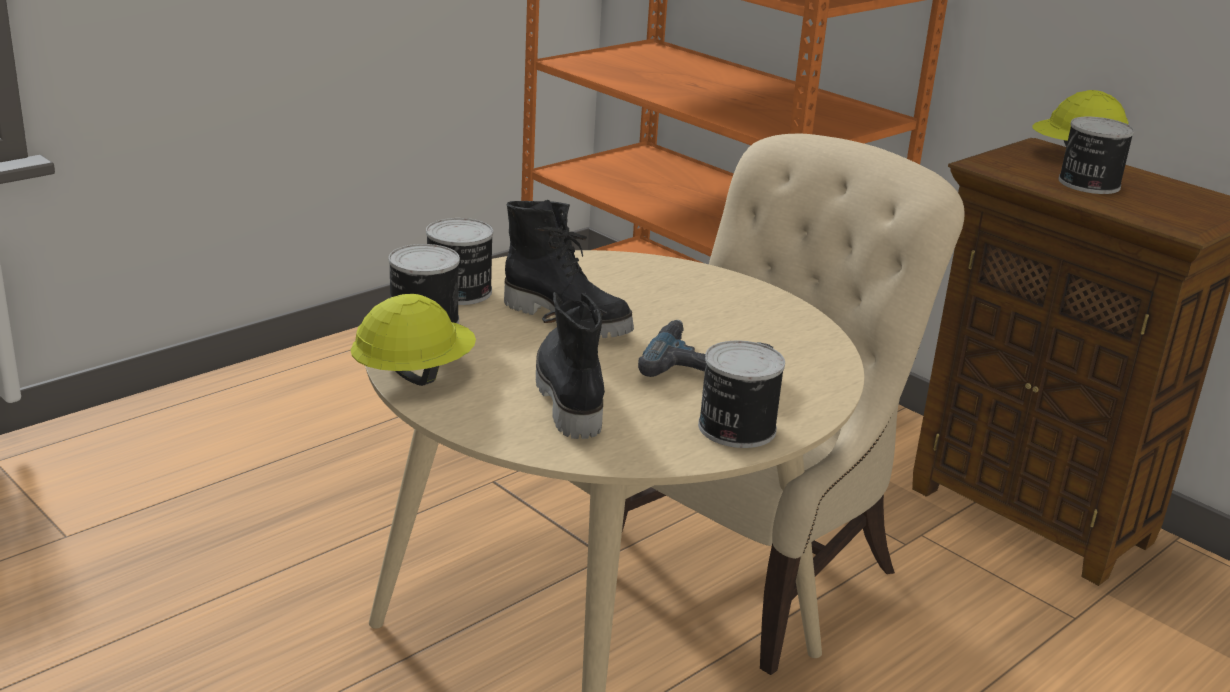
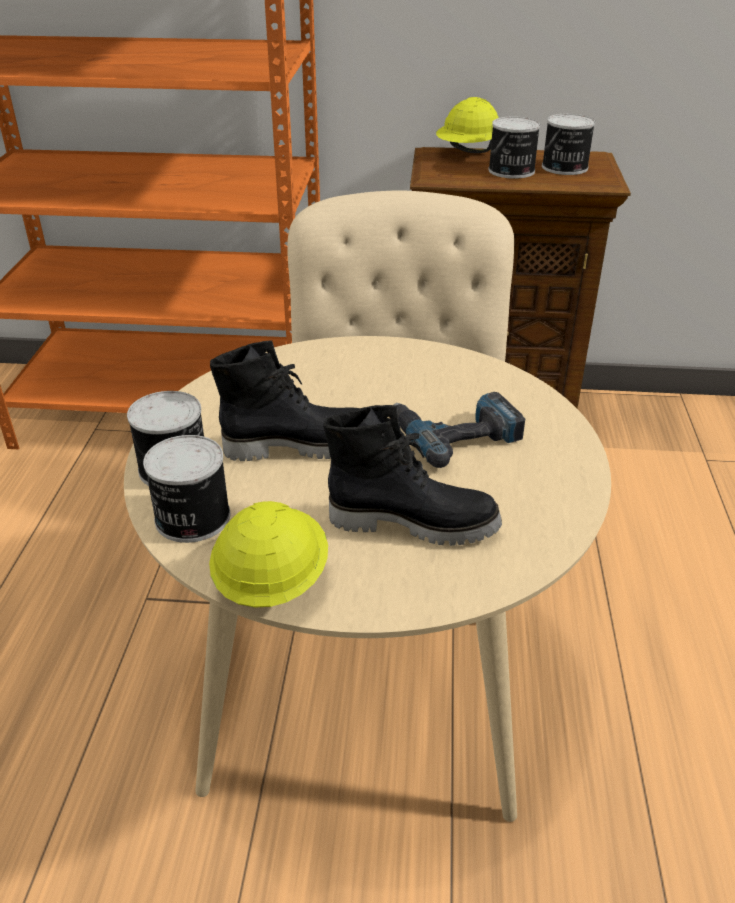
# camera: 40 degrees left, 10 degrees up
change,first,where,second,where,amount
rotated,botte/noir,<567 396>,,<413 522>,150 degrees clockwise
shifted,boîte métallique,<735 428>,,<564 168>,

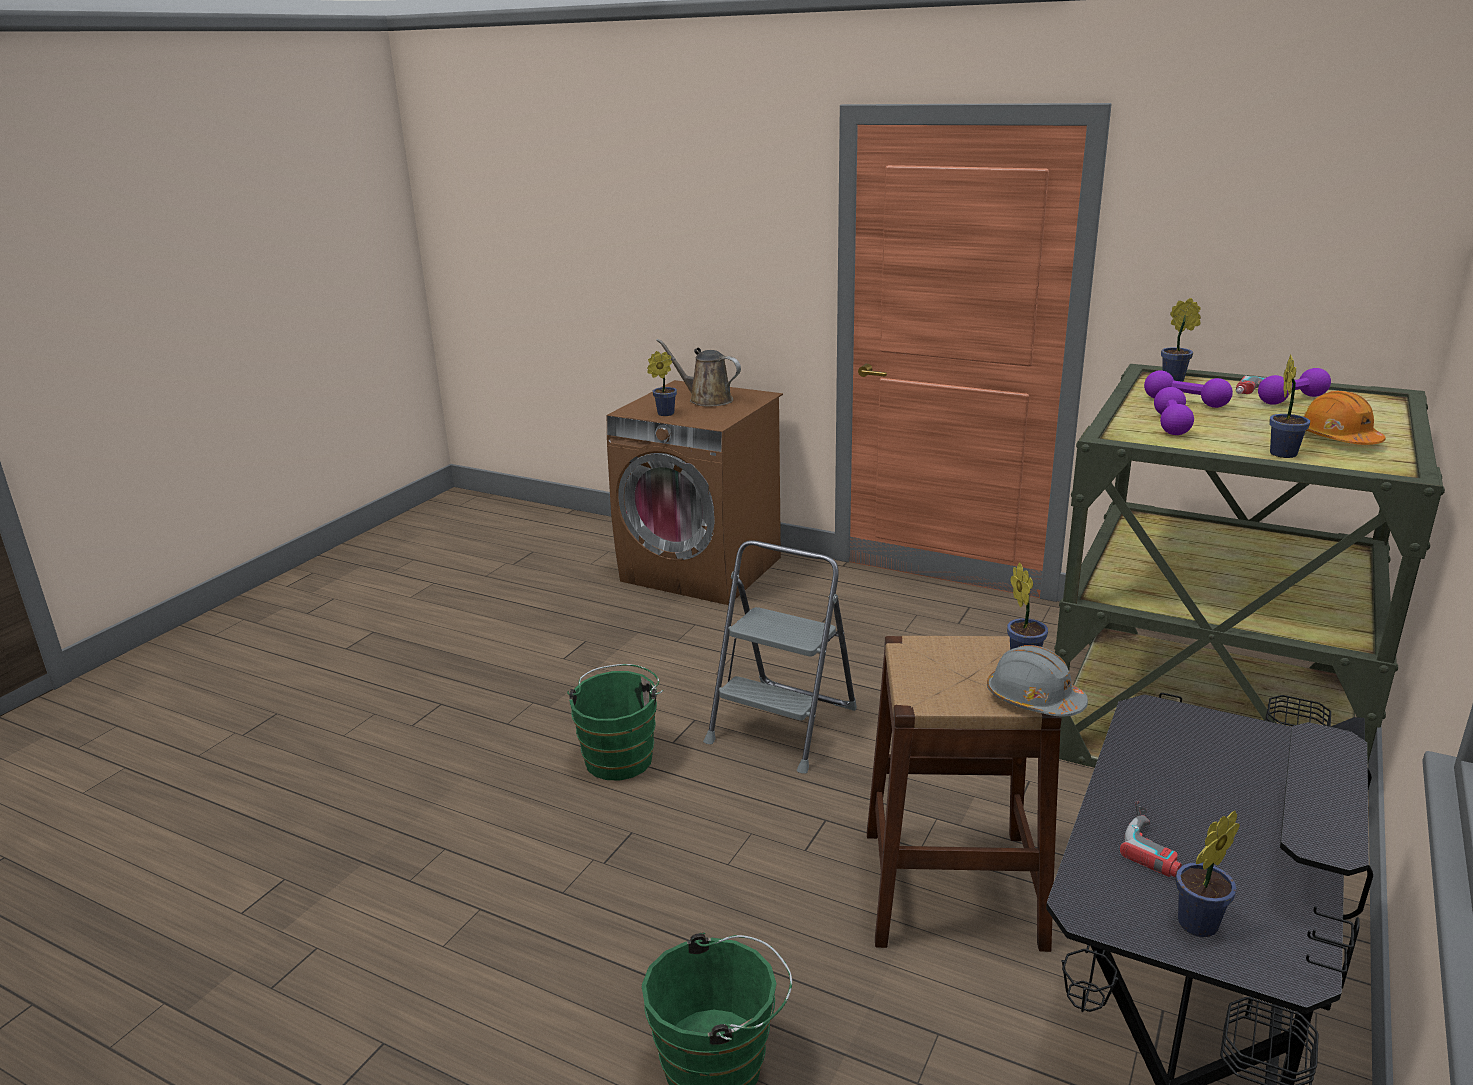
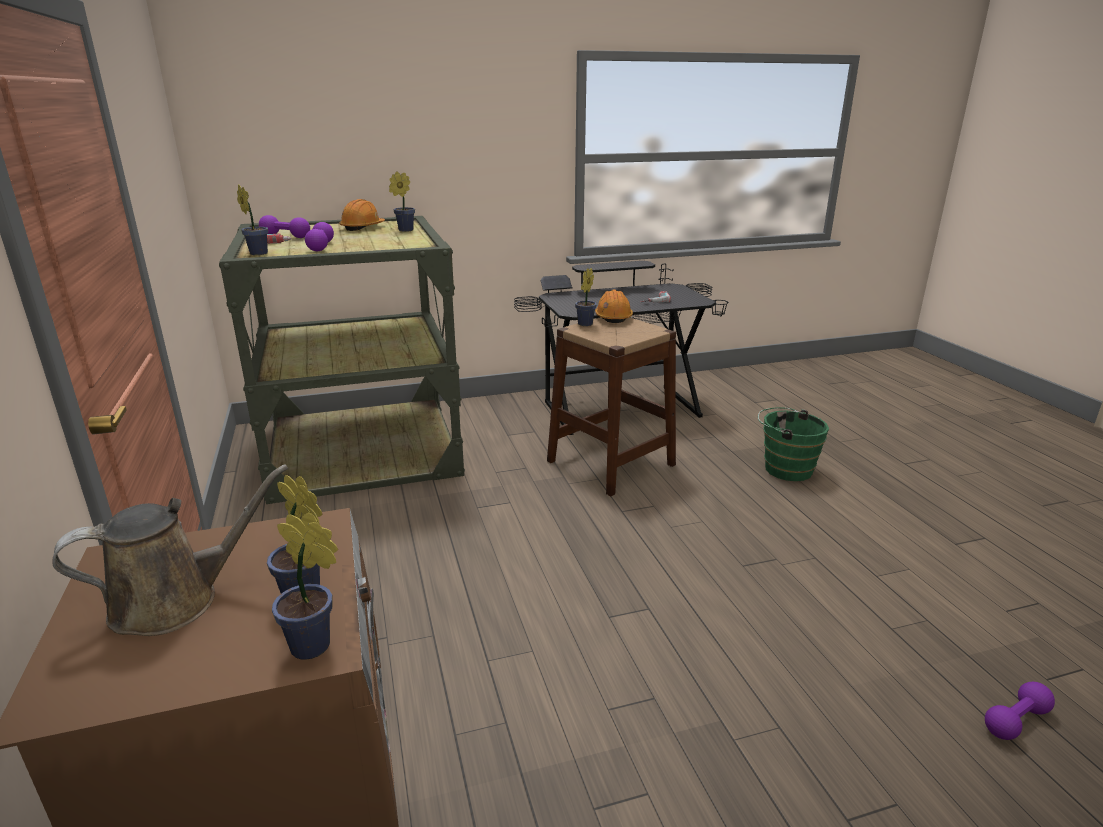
# camera: 135 degrees left, 0 degrees up
change,first,where,second,where,amount
gone,seau/vert,<620 756>,,,
rotated,arrosoir/marron,<706 400>,,<176 601>,105 degrees counterclockwise
gone,escabeau/gris,<786 722>,,,
repainted,casque de chantier/gris,<1034 700>,casque de chantier/orange,<613 317>,
shifted,haltère/violet,<1171 425>,,<1015 721>,
shifted,plante en pot,<1194 926>,,<315 647>,

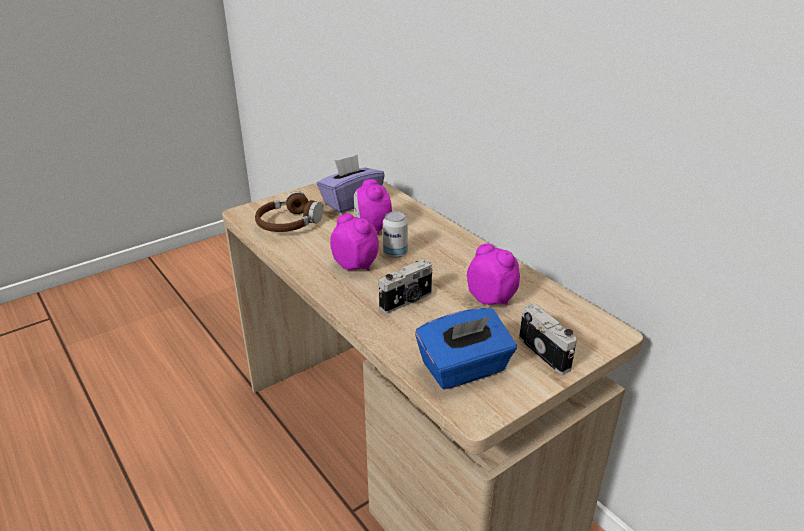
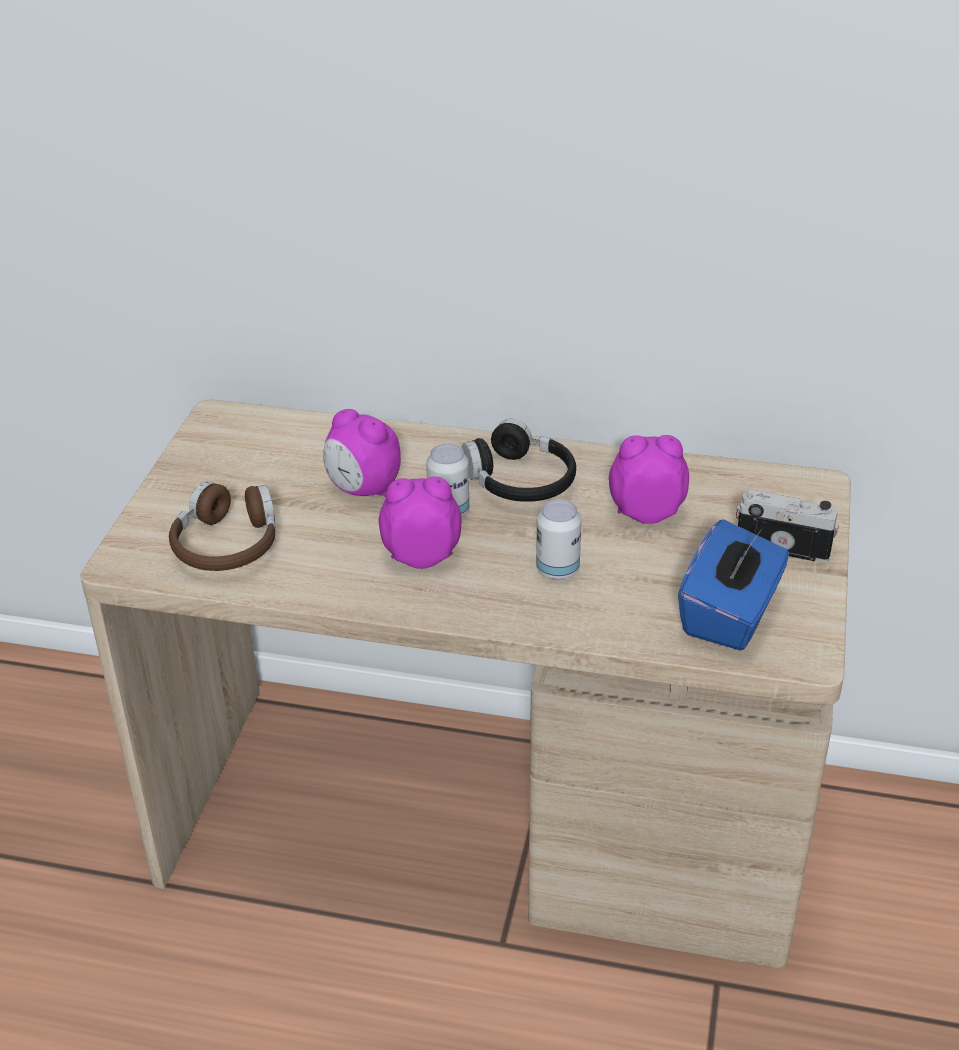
# camera: 40 degrees left, 5 degrees up
change,first,where,second,where,amount
gone,boîte à mouchoirs/violet,<351 202>,,,
swapped,appareil photo,<407 301>,boîte métallique,<557 570>,
new,,,casque audio/noir,<520 480>,

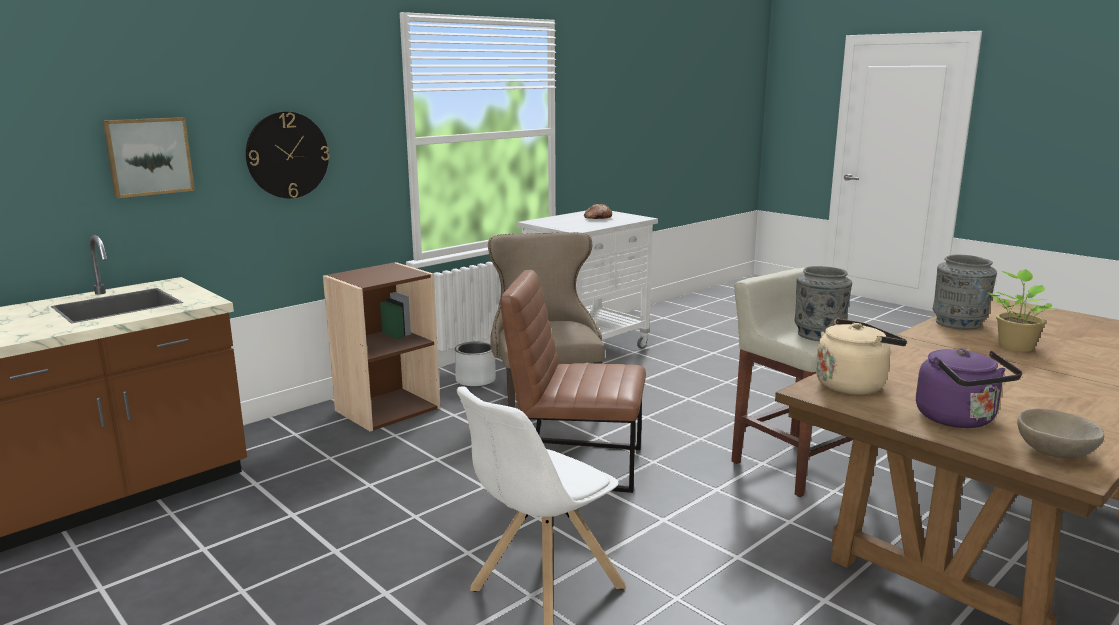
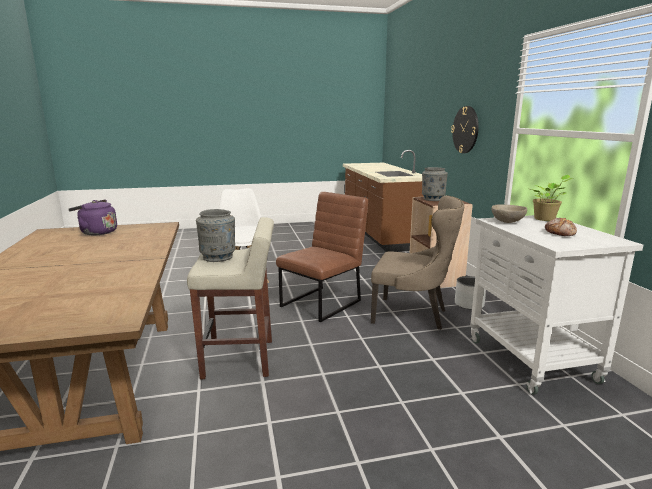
# camera: 120 degrees right, 0 degrees up
change,first,where,second,where,amount
gone,tableau,<148 156>,,,
gone,bouilloire/beige,<853 385>,,,
shifted,vase/gris,<958 324>,,<432 199>,
shifted,plante en pot,<1015 346>,,<546 219>,
shifted,bol/beige,<1054 453>,,<507 221>,

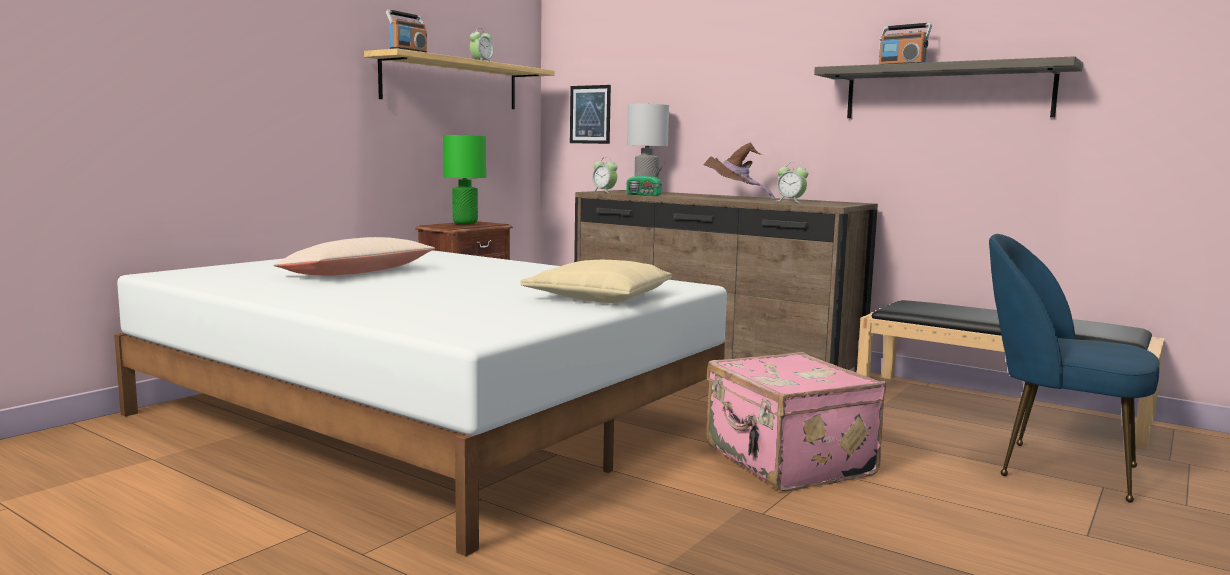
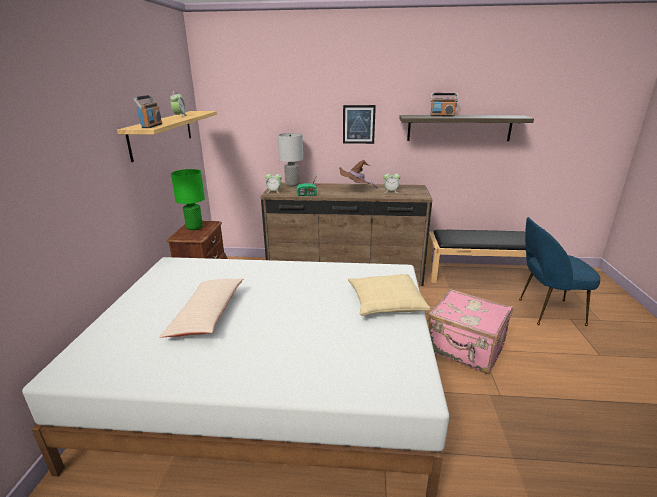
# camera: 30 degrees left, 15 degrees up
change,first,where,second,where,amount
shifted,tableau,<590 114>,,<358 124>,

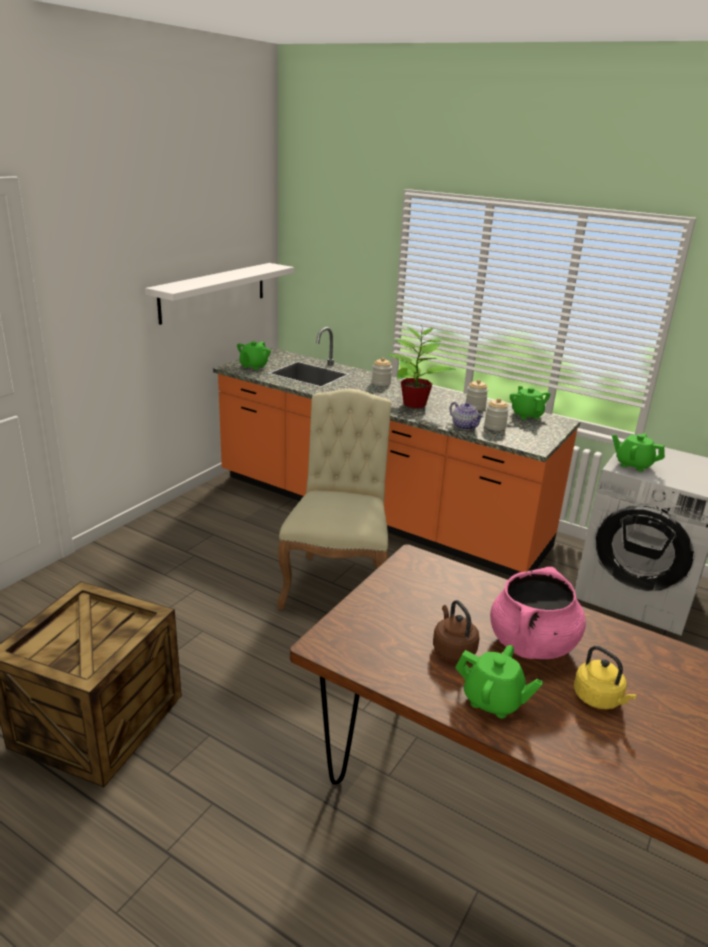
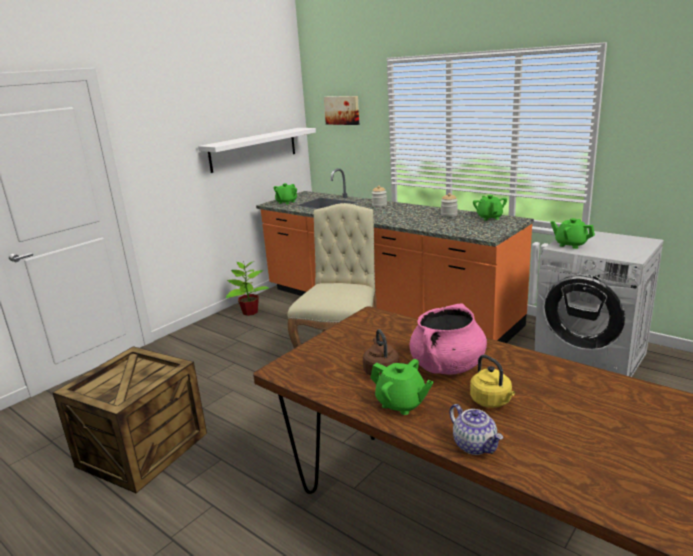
# camera: 10 degrees right, 5 degrees down
change,first,where,second,where,amount
shifted,plante en pot,<413 404>,,<249 312>,
shifted,théière,<465 426>,,<475 445>,
gone,bocal,<495 426>,,,
new,,,tableau,<342 110>,

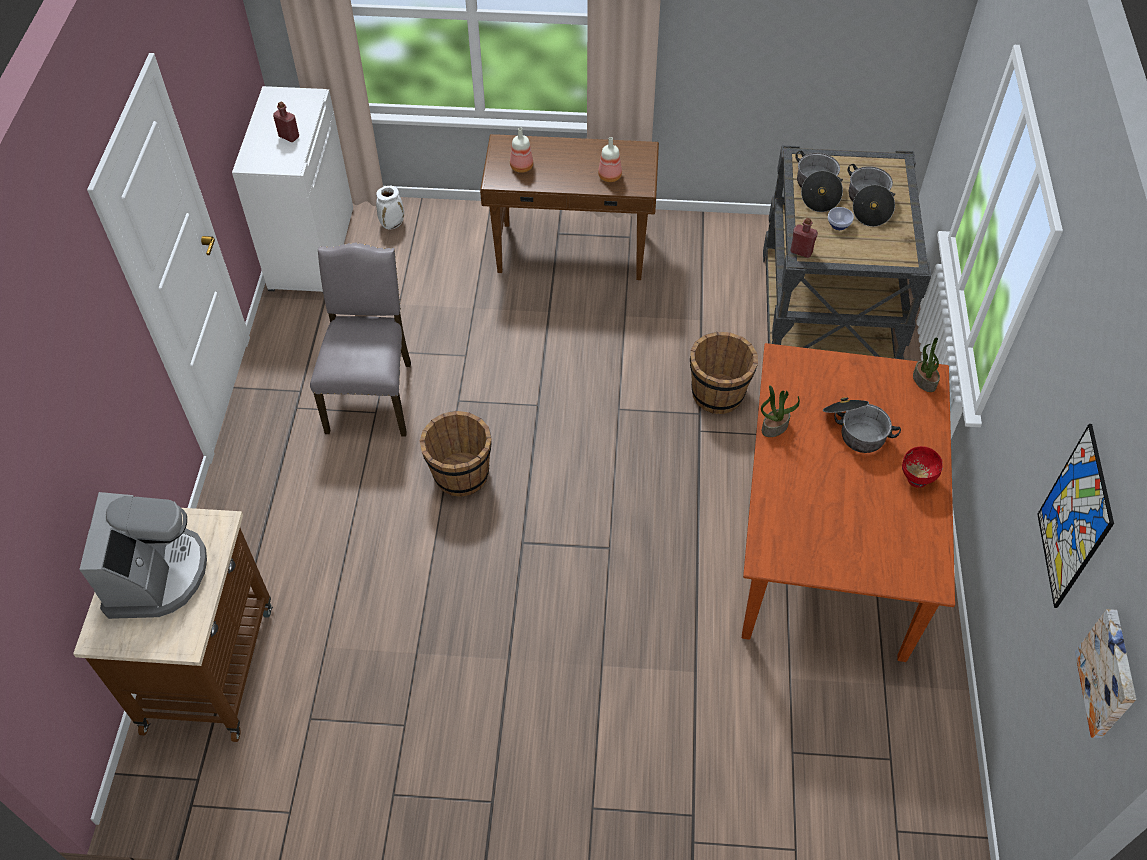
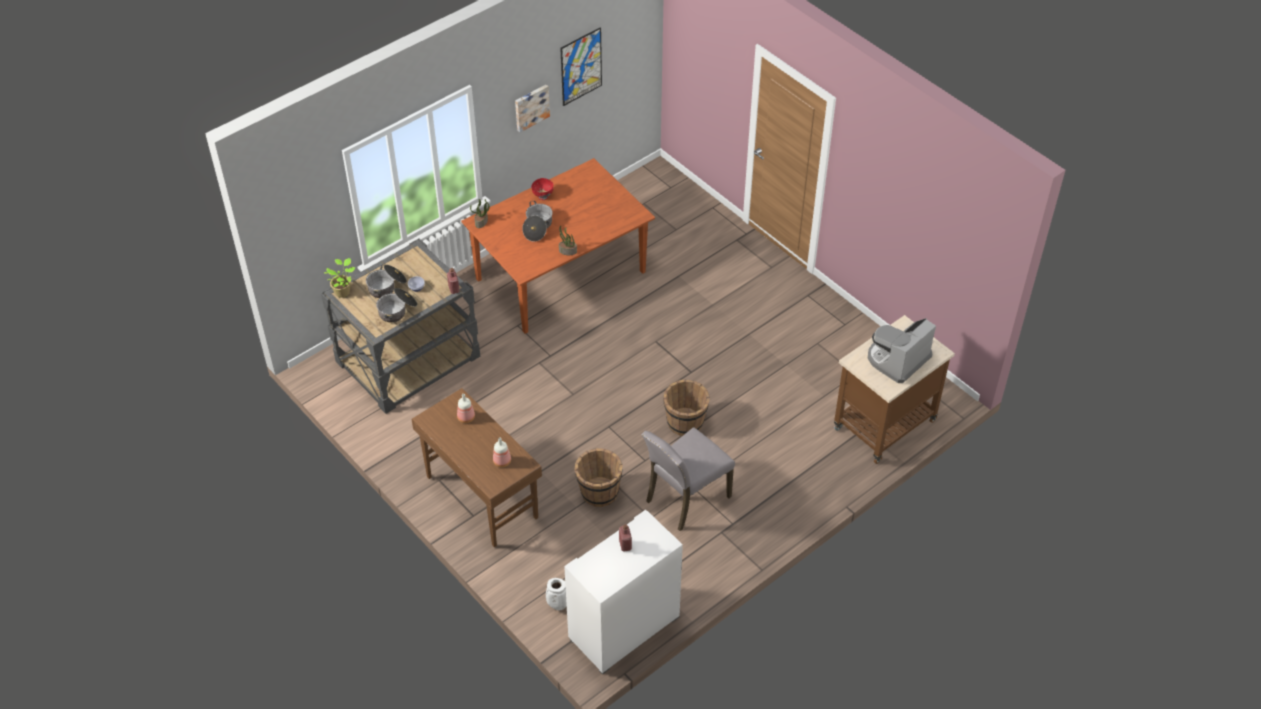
# camera: 135 degrees left, 5 degrees down
change,first,where,second,where,amount
shifted,seau/marron,<718 393>,,<599 492>,
shifted,tableau,<1110 674>,,<531 107>,
new,,,plante en pot,<343 291>,

